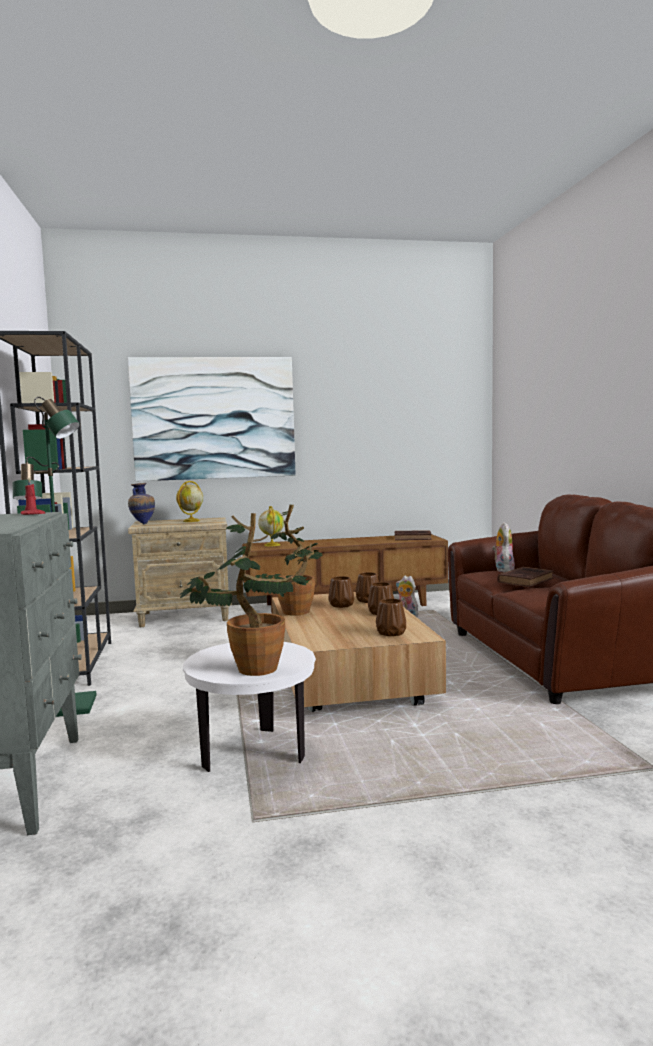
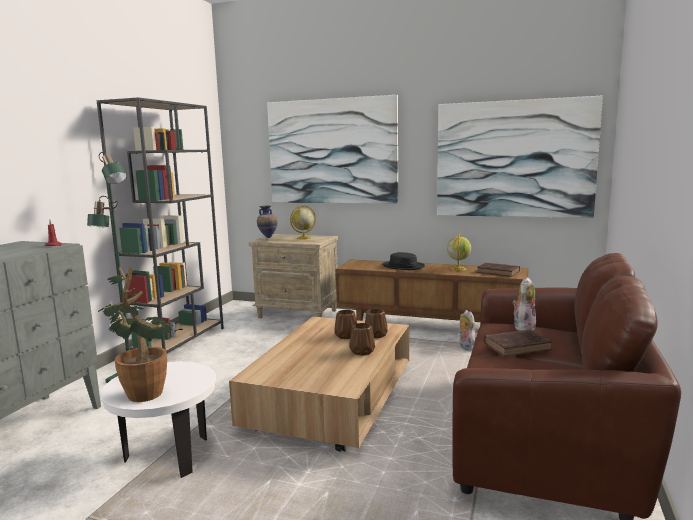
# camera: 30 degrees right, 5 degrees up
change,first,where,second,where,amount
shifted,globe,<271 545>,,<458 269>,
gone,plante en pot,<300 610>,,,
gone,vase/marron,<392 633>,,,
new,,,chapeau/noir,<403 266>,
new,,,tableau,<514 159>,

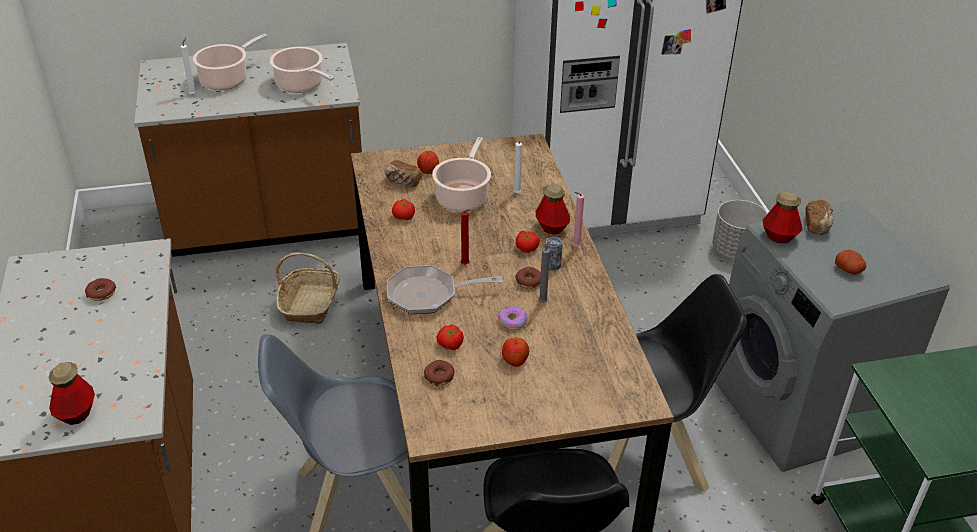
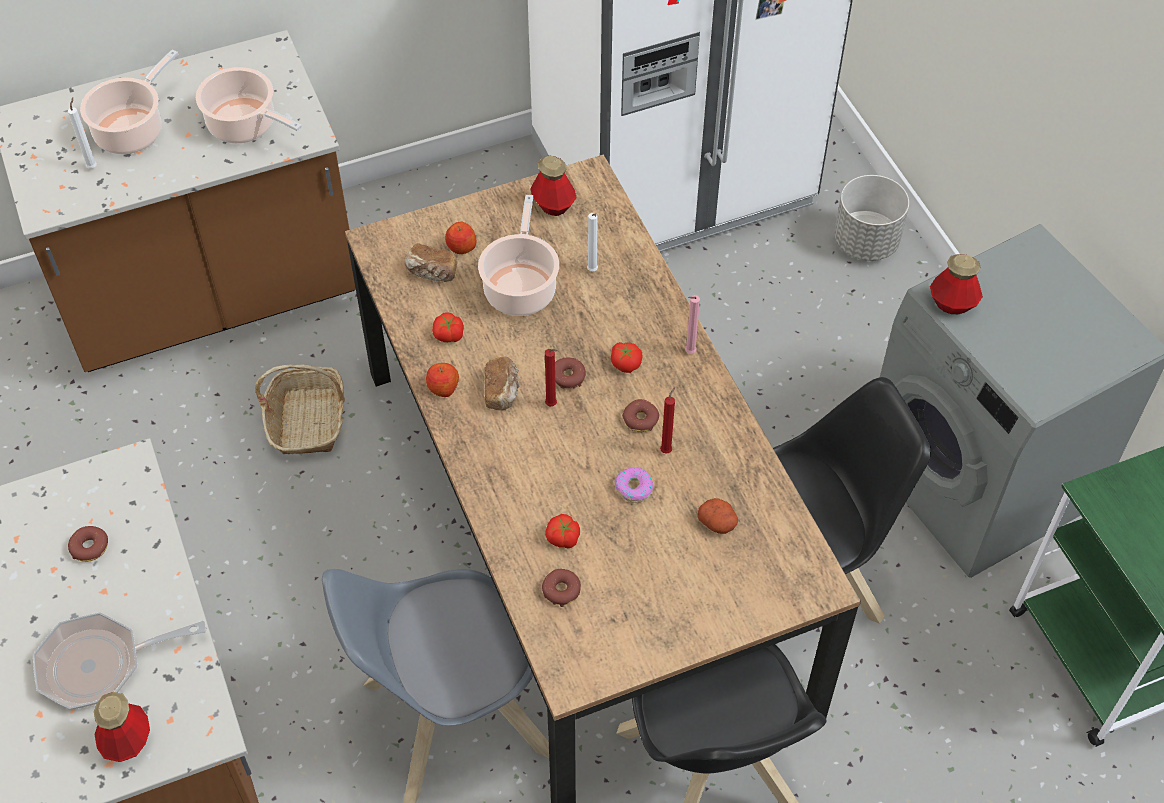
# camera: 10 degrees left, 15 degrees up
change,first,where,second,where,amount
shifted,poêle,<428 295>,,<100 664>,
shifted,pomme,<515 360>,,<443 387>,
shifted,bouteille,<552 227>,,<553 205>,
repainted,bougie/gris,<544 302>,bougie/rouge,<667 450>,
gone,boîte métallique,<552 265>,,,
shifted,pain,<817 225>,,<502 391>,
shifted,pomme de terre,<849 270>,,<718 522>,
new,,,beignet,<568 376>,

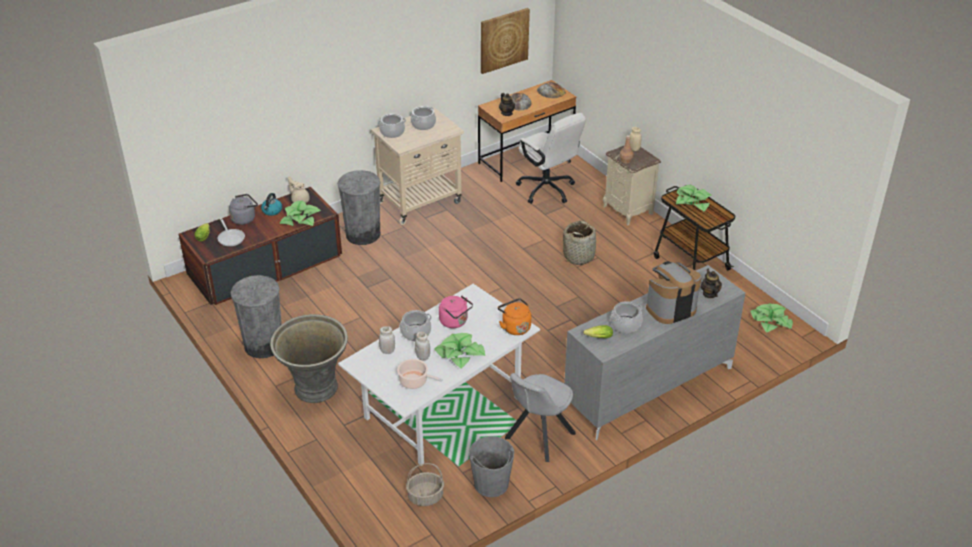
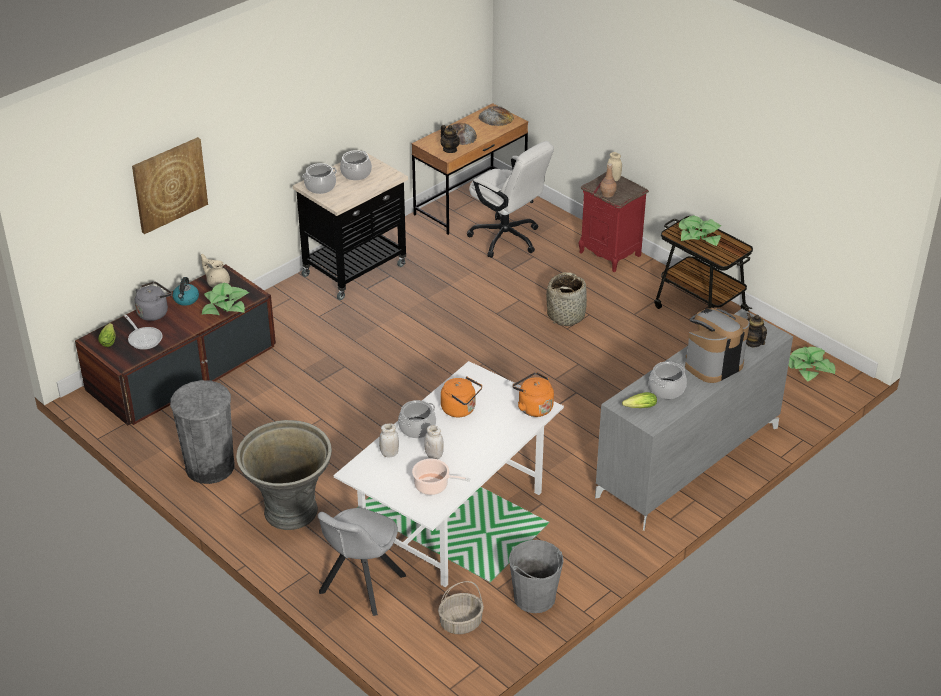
# camera: 10 degrees left, 0 degrees up
change,first,where,second,where,amount
gone,poubelle/gris,<363 234>,,,
repainted,chariot/beige,<419 202>,chariot/noir,<354 270>,
gone,plante en pot,<460 354>,,,
repainted,bouilloire/rose,<455 322>,bouilloire/orange,<460 409>,
shifted,tableau,<504 40>,,<169 184>,
shifted,chaise/gris,<539 437>,,<361 585>,
repainted,table de chevet/beige,<627 211>,table de chevet/rouge,<609 255>,

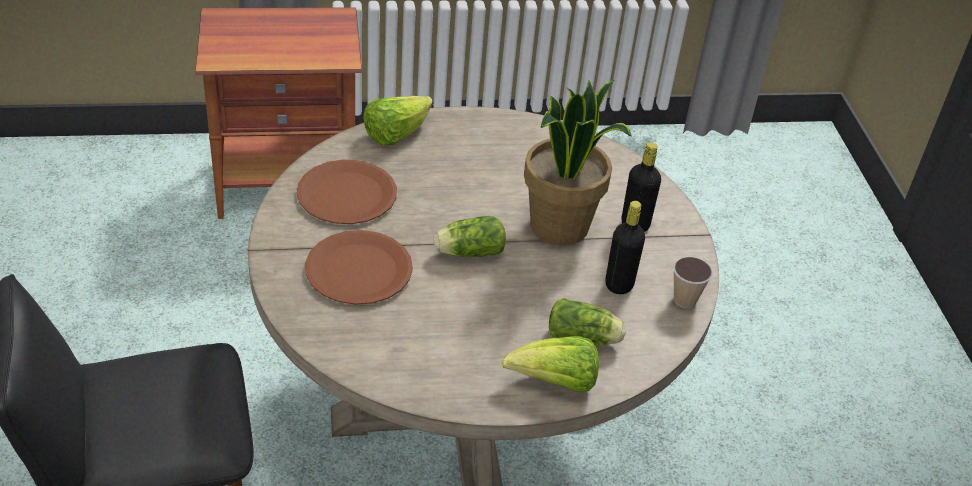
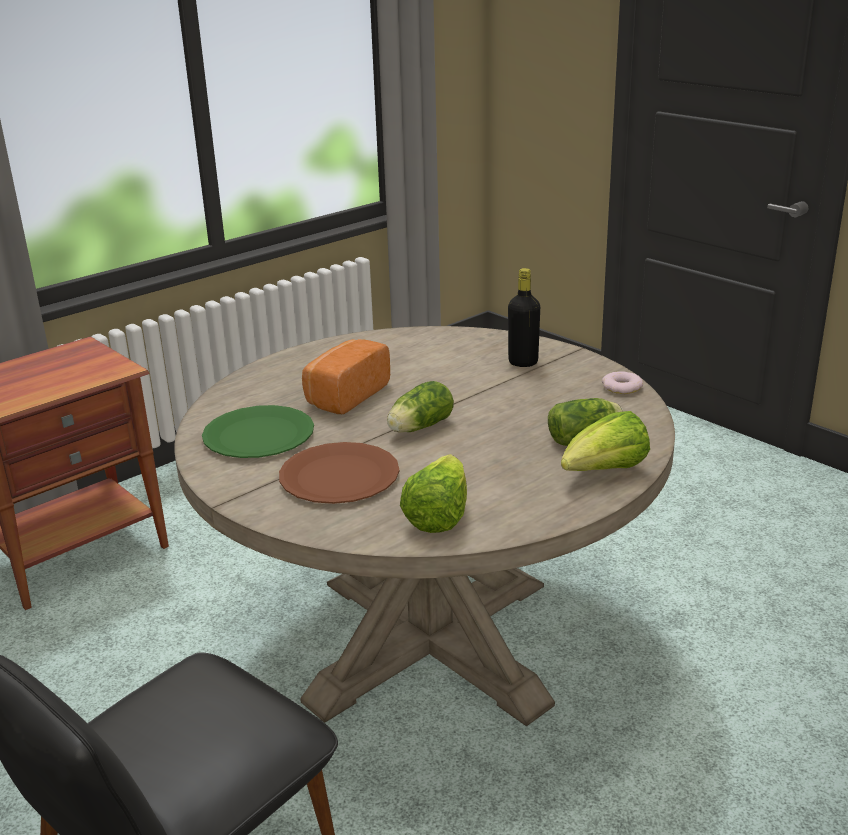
# camera: 30 degrees left, 15 degrees down
change,first,where,second,where,amount
repainted,assiette/marron,<346 194>,assiette/vert,<258 435>,
shifted,laitue,<396 134>,,<438 516>,
gone,plante en pot,<560 227>,,,
gone,bouteille/noir,<619 285>,,,
swapped,tasse,<685 300>,beignet,<622 387>,
new,,,pain,<345 396>,

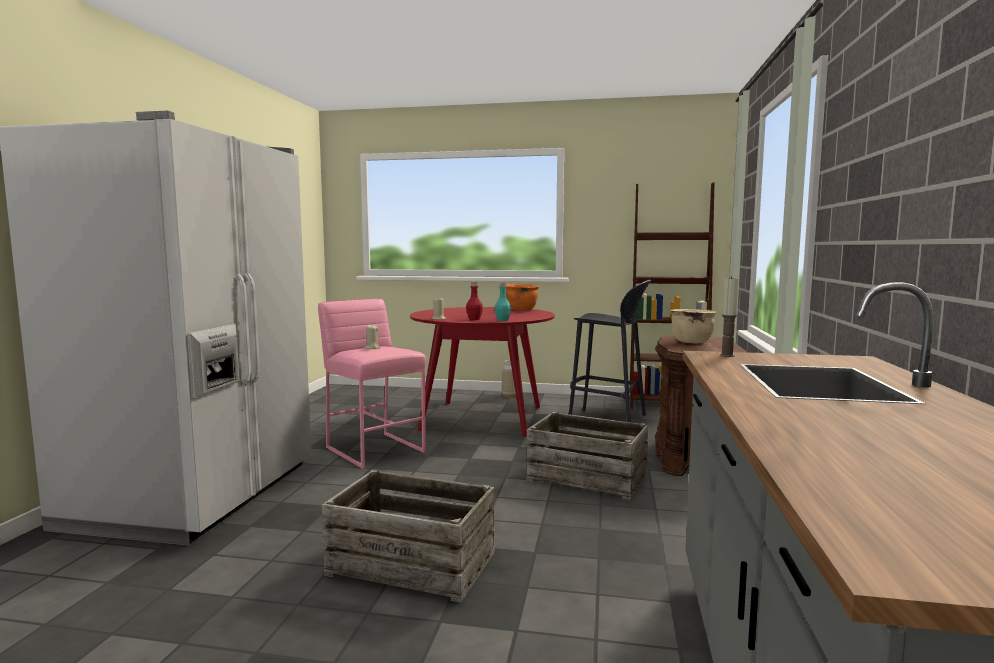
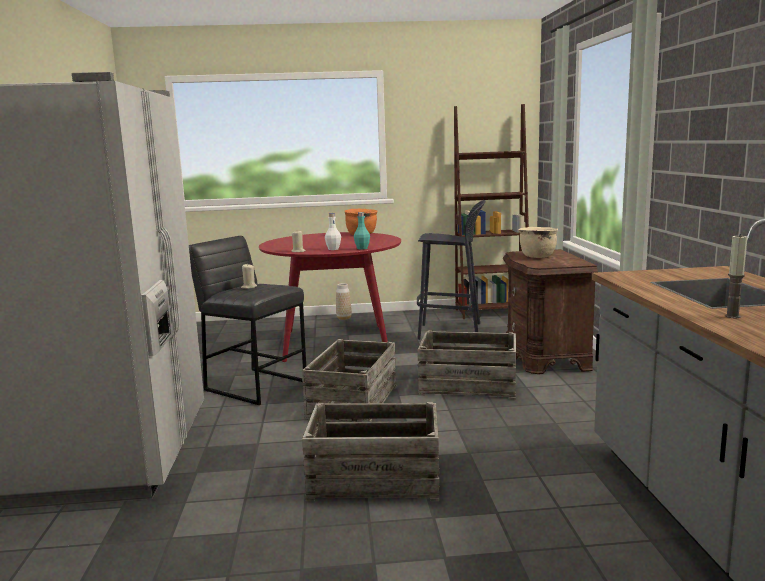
# camera: 15 degrees left, 5 degrees up
change,first,where,second,where,amount
repainted,tabouret/rose,<374 449>,tabouret/gris,<255 385>,
repainted,bouteille/rouge,<474 319>,bouteille/blanc,<333 249>,
shifted,bougie,<727 355>,,<732 316>,
new,,,caisse,<352 402>,

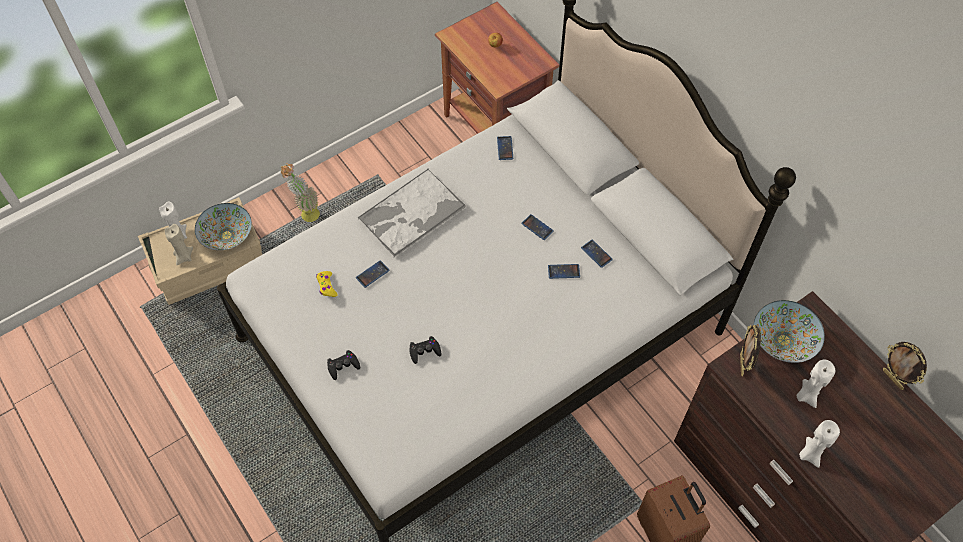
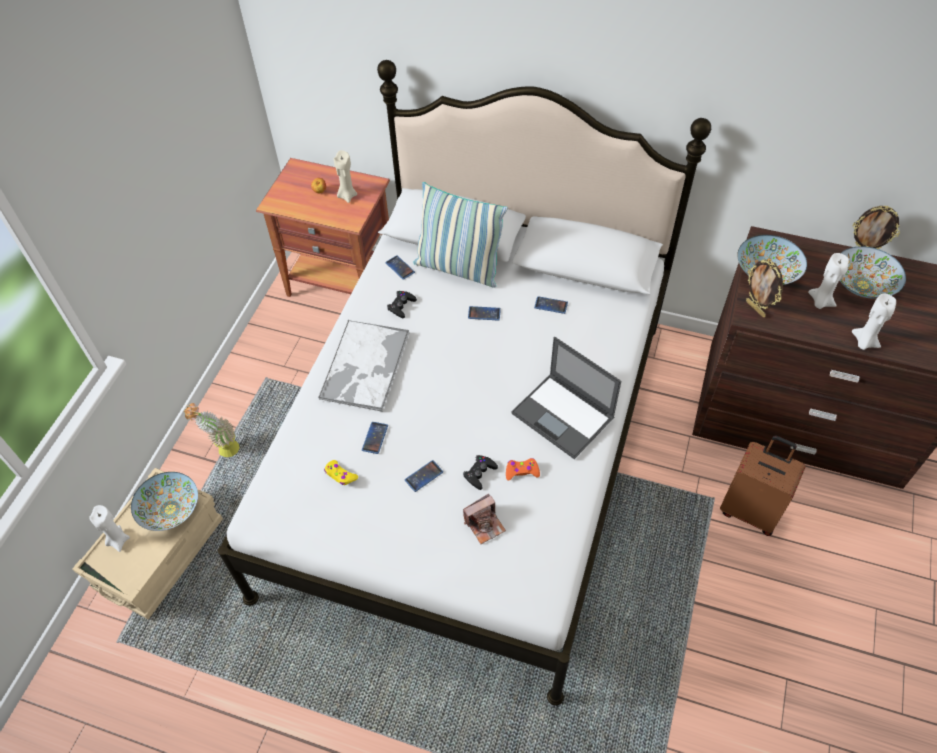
# camera: 35 degrees left, 5 degrees down
change,first,where,second,where,amount
shifted,bougie/beige,<184 256>,,<347 196>,
shifted,manette/noir,<343 366>,,<401 306>,
shifted,téléphone,<563 271>,,<424 476>,
new,,,coussin,<458 268>,
new,,,appareil photo,<484 524>,
new,,,manette/orange,<521 471>,
new,,,ordinateur portable,<564 416>,
new,,,bol,<862 285>,

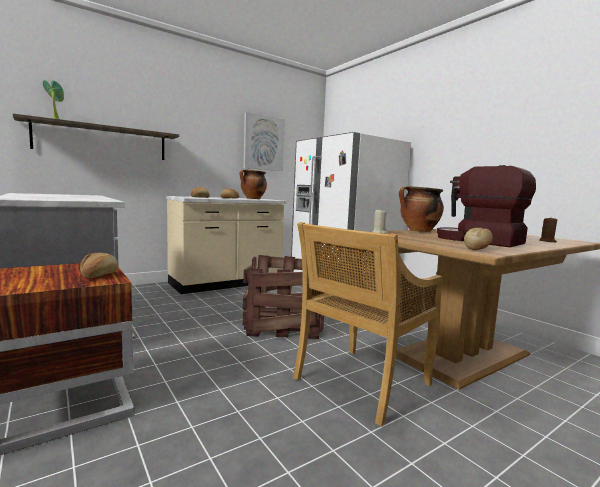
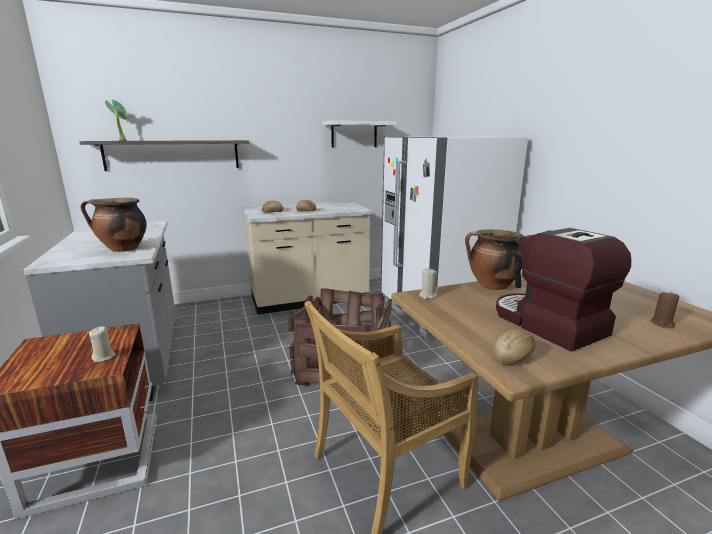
# camera: 15 degrees right, 10 degrees up
change,first,where,second,where,amount
swapped,pain,<99 275>,bougie/beige,<104 357>,
shifted,marmite,<253 199>,,<122 249>,
swapped,tableau,<263 143>,étagère/blanc,<354 134>,

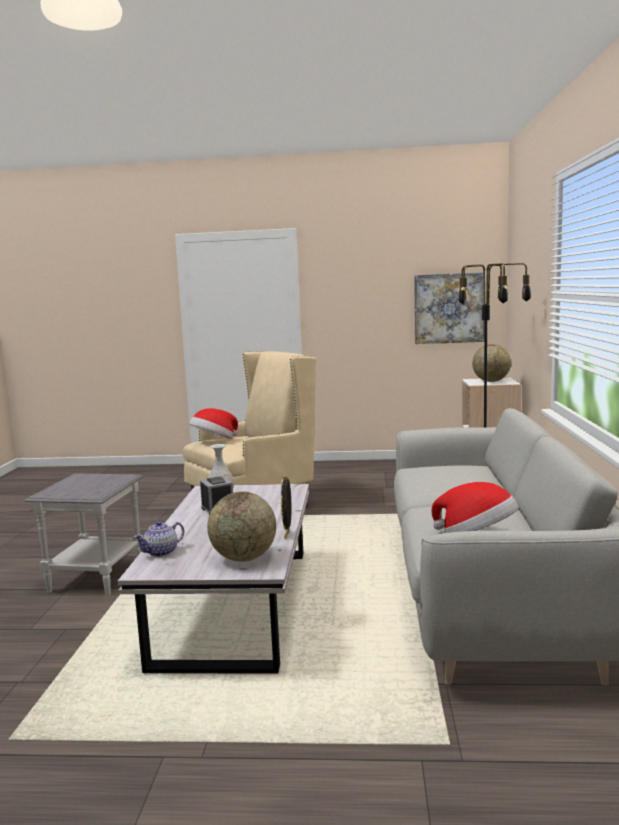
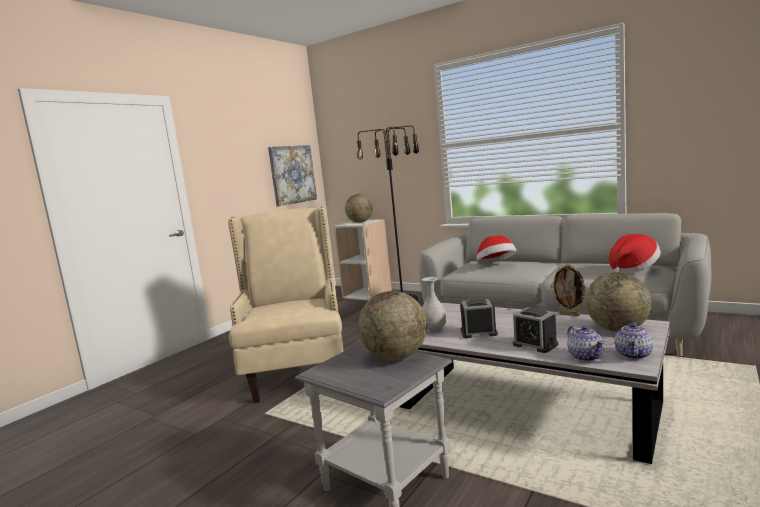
# camera: 60 degrees left, 0 degrees up
change,first,where,second,where,amount
shifted,chapeau,<214 441>,,<496 266>,
new,,,globe,<396 357>,
new,,,réveil,<535 345>,
new,,,théière,<634 354>,

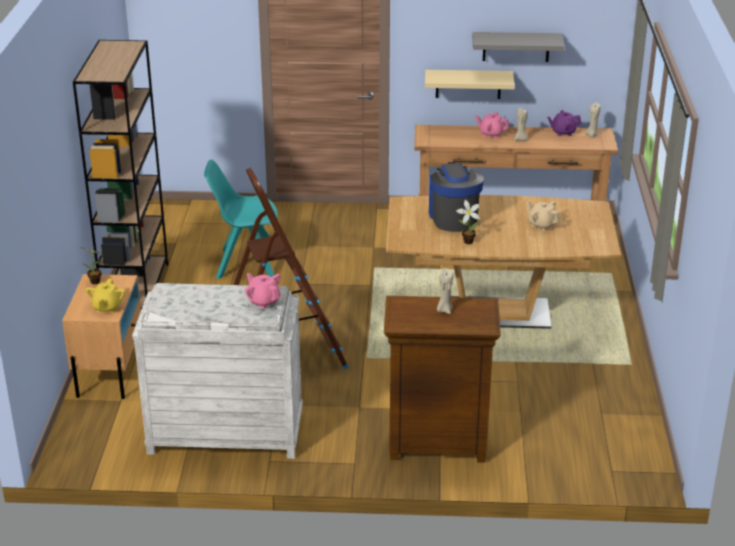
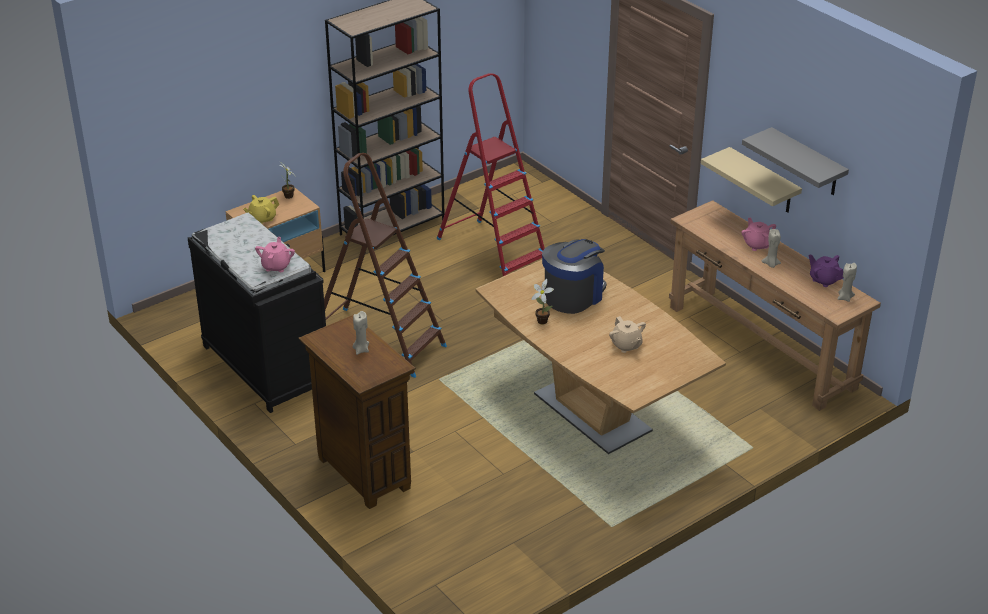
# camera: 50 degrees right, 5 degrees up
change,first,where,second,where,amount
repainted,commode/blanc,<225 432>,commode/noir,<265 365>,
swapped,chaise/turquoise,<246 264>,escabeau/rouge,<493 254>,
rotated,théière/beige,<542 225>,,<626 345>,150 degrees clockwise

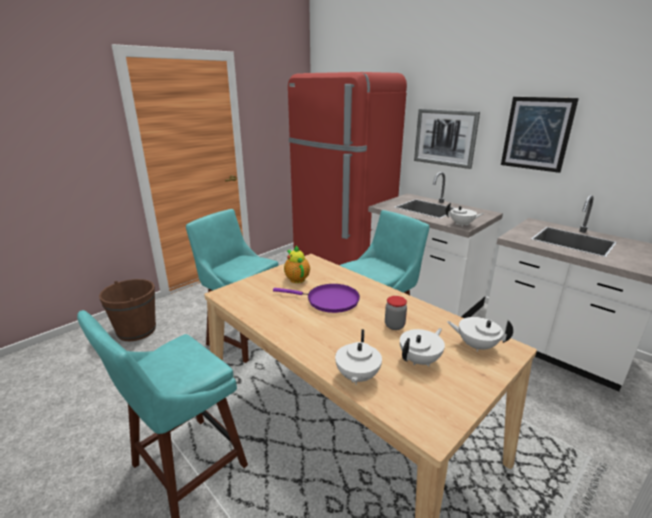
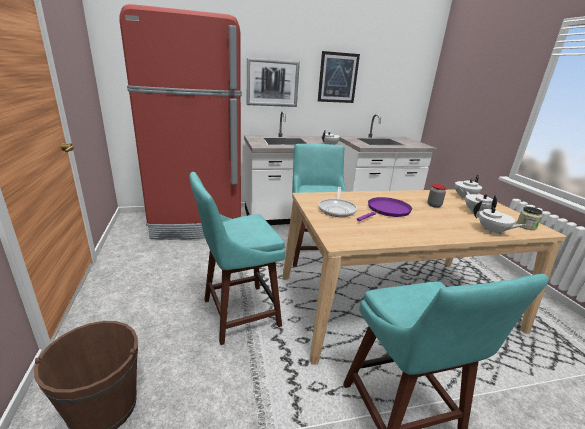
# camera: 60 degrees left, 0 degrees up
change,first,where,second,where,amount
swapped,théière,<296 278>,poêle,<337 209>,
new,,,bocal,<526 226>,

